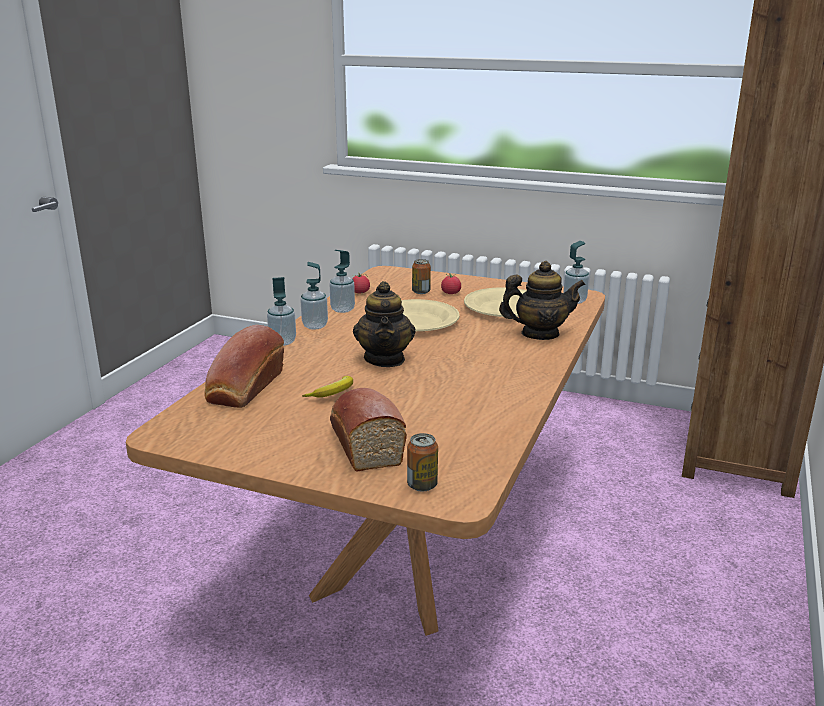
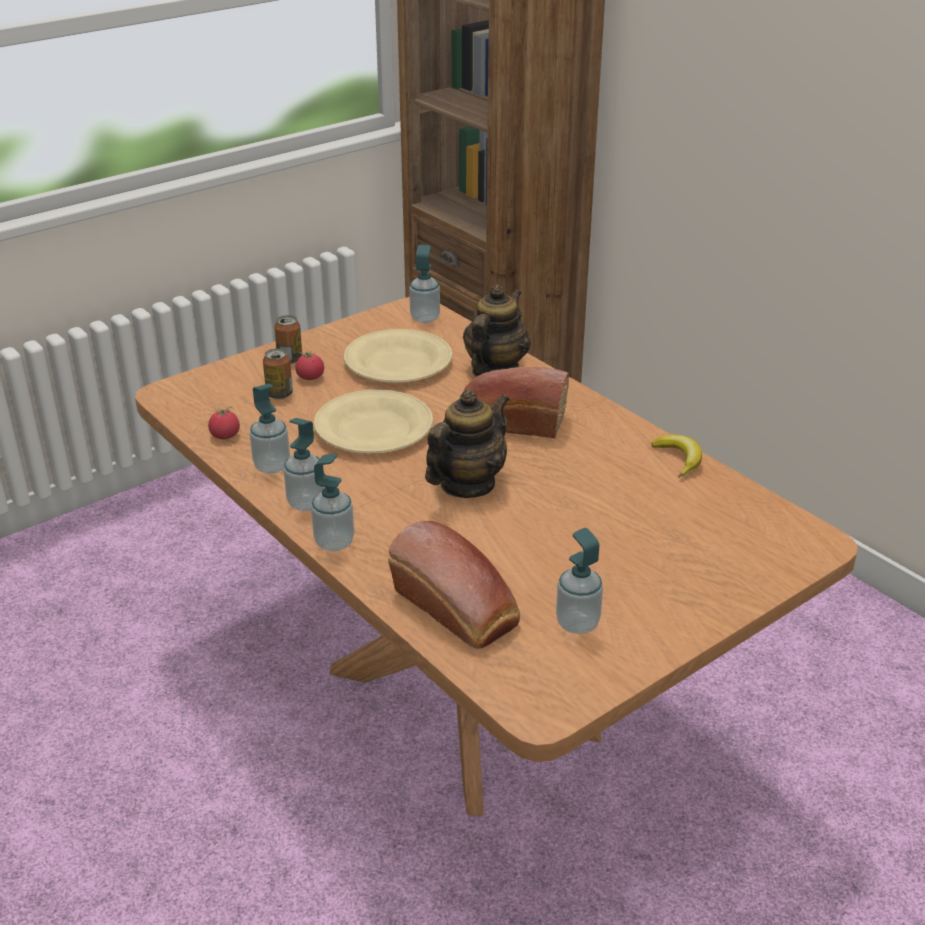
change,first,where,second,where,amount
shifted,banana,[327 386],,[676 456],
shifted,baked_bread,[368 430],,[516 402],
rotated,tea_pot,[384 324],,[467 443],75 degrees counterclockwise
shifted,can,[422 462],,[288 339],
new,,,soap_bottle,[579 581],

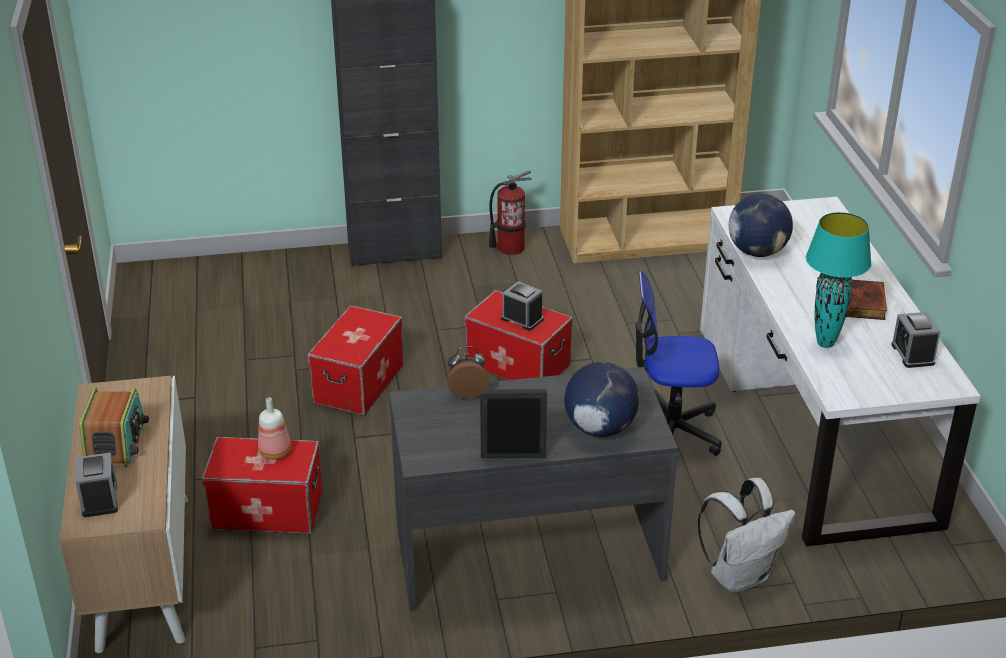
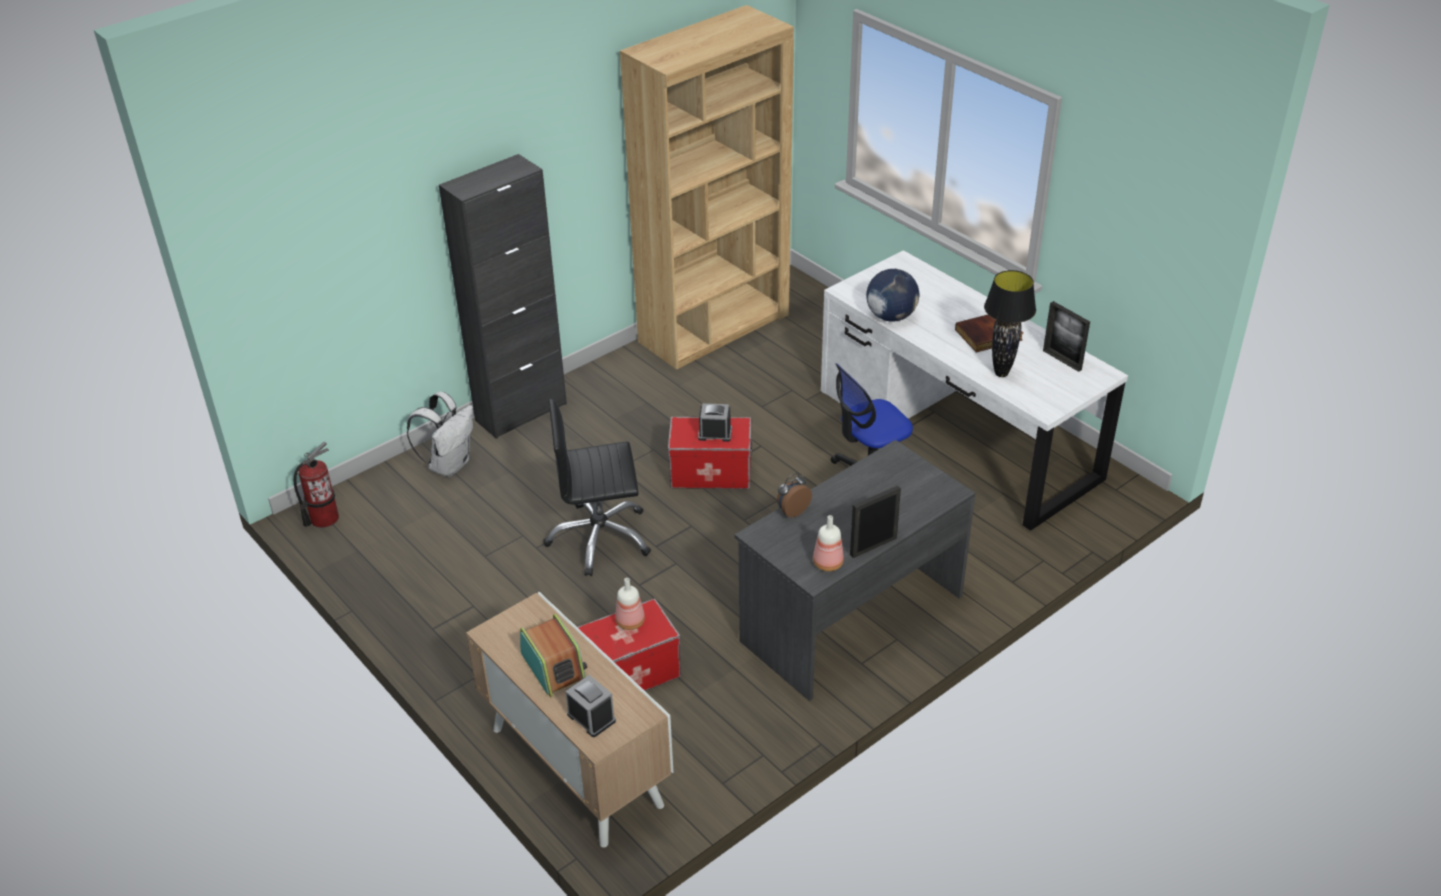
change,first,where,second,where,amount
swapped,storage_container,[355 360],black_office_chair,[597 487],
shifted,fire_extinguisher,[510 212],,[316 485],
gone,desk_globe,[601 399],,,
shifted,white-coloured_knapsack,[746 535],,[440 434],
repainted,turquoise_lamp_for_a_table,[839 280],black_lamp_for_a_table,[1010 323],
swapped,alarm_clock,[916 340],picture_frame,[1066 336],
new,,,beverage_bottle,[828 543],

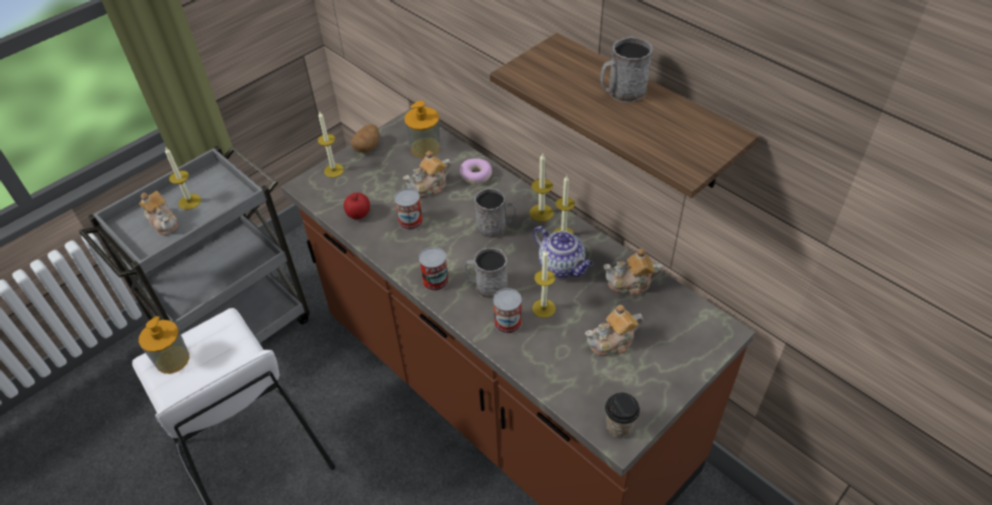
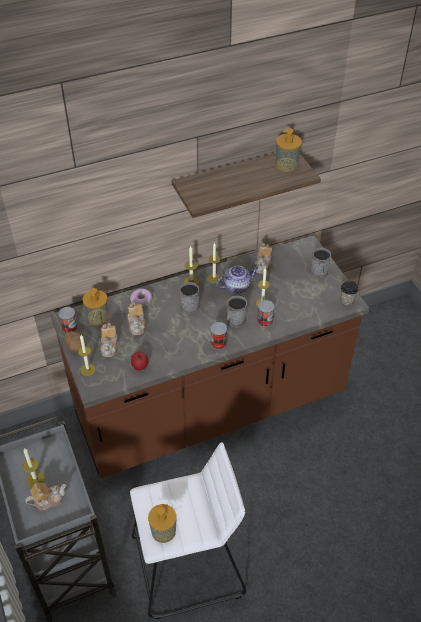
change,first,where,second,where,amount
shifted,can,[408 209],,[68 320],
shifted,tea_pot,[614 330],,[110 340],
shifted,gray_coffee_mug,[626 69],,[320 263],
new,,,soap_bottle,[289 150],

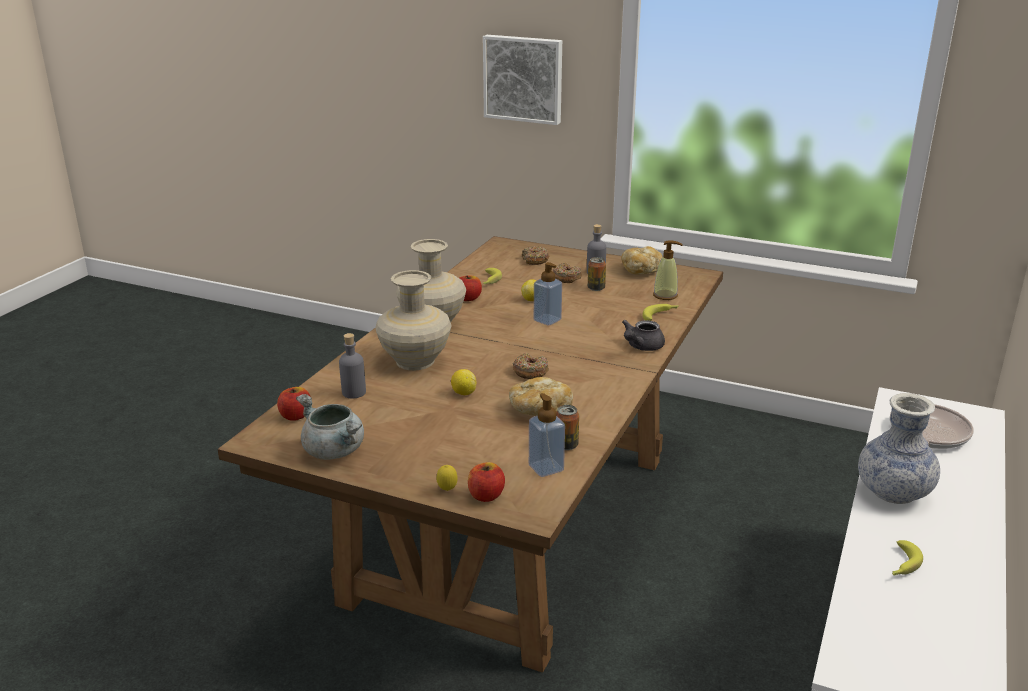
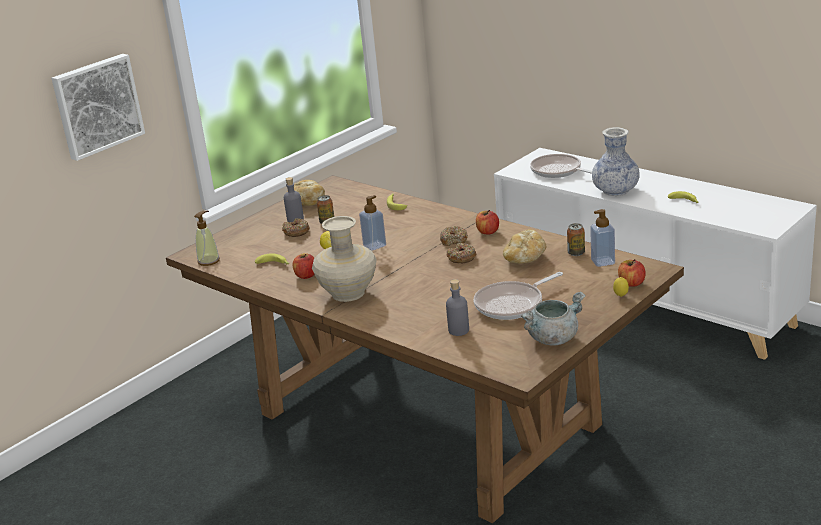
change,first,where,second,where,amount
shifted,apple_fruit,[294 404],,[487 222],
gone,beige_flower_vase,[413 320],,,
gone,whole_lemon,[464 382],,,
shifted,doughnut,[536 255],,[454 236],
gone,gray_tea_pot,[643 335],,,
shifted,soap_bottle,[668 270],,[207 238],
new,,,pan,[518 296],

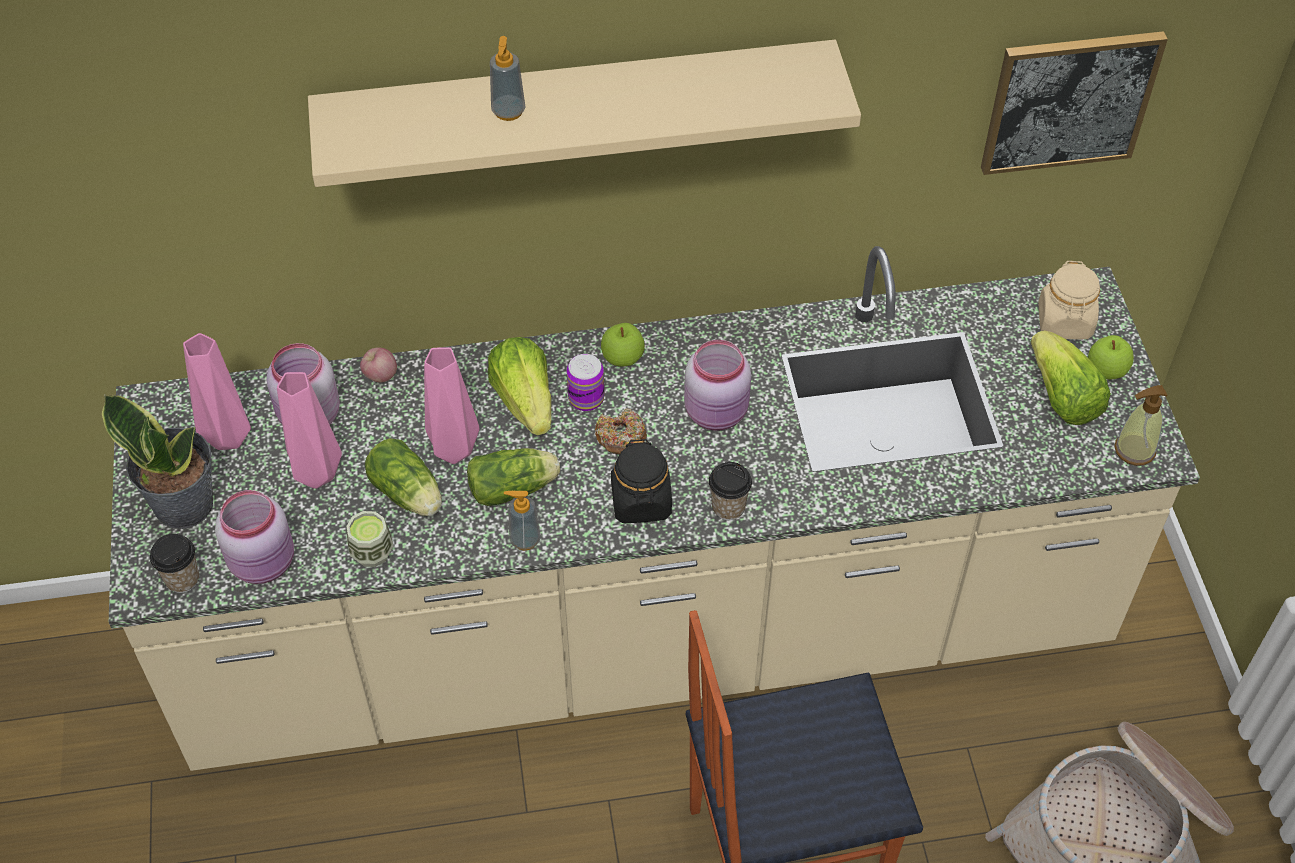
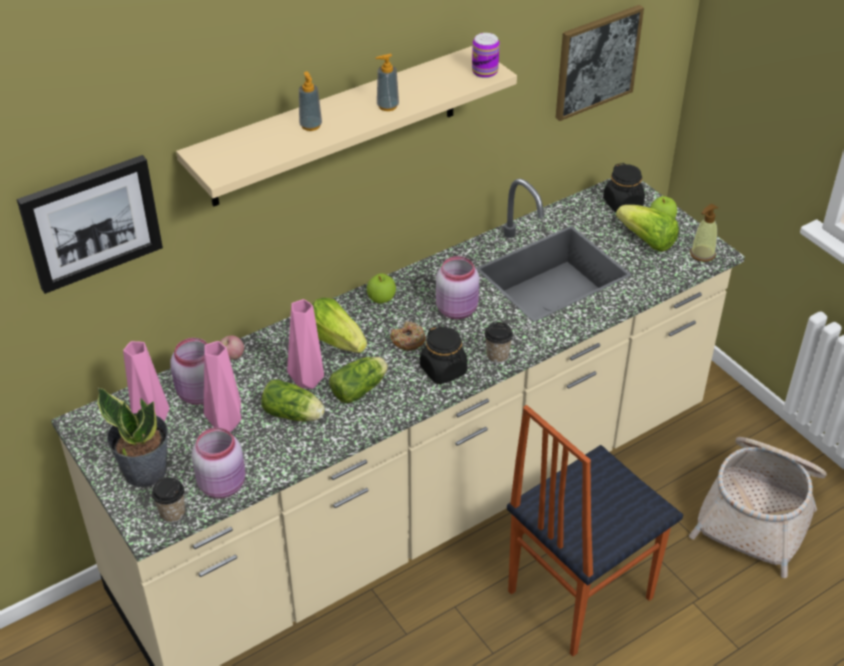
change,first,where,second,where,amount
gone,drinking_cup,[370 539],,,
shifted,soap_bottle,[522 521],,[387 82],
shifted,can,[585 382],,[486 55],
repainted,beige_storage_jar,[1069 300],black_storage_jar,[624 187],
new,,,wall_art,[90 224],

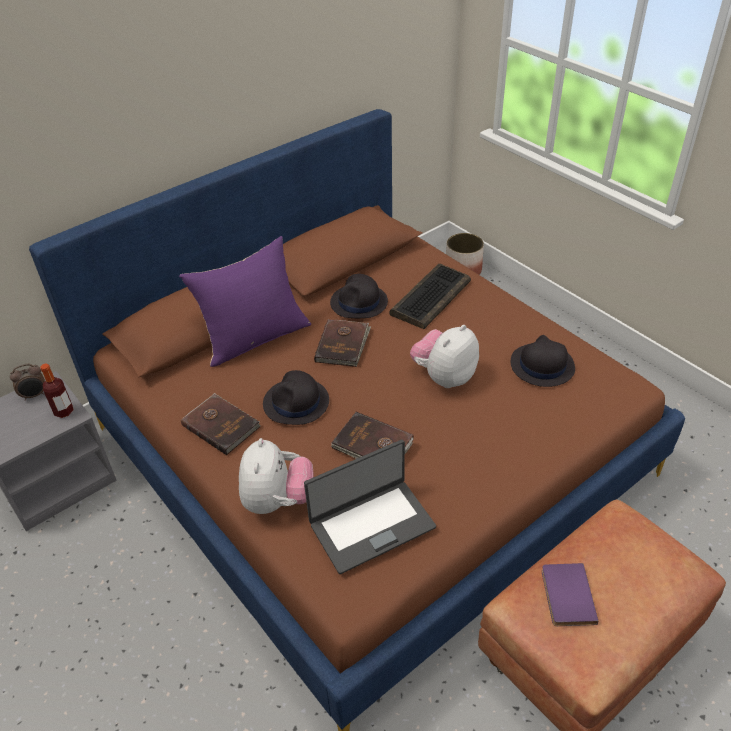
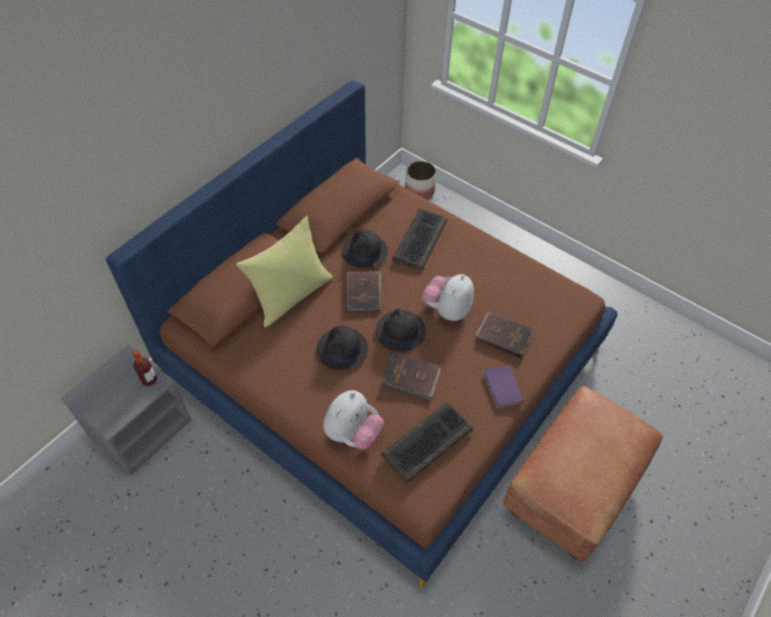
change,first,where,second,where,amount
gone,alarm_clock,[27 382],,,
repainted,purple_pillow,[245 301],yellow_pillow,[284 271],
shifted,brownish_book,[221 424],,[505 335],
rotated,plush_toy,[276 476],,[353 419],45 degrees clockwise
swapped,portable_computer,[370 507],keyboard,[427 443],
shifted,black_clothing_hat,[543 361],,[401 330],
shifted,purple_book,[570 594],,[503 386],

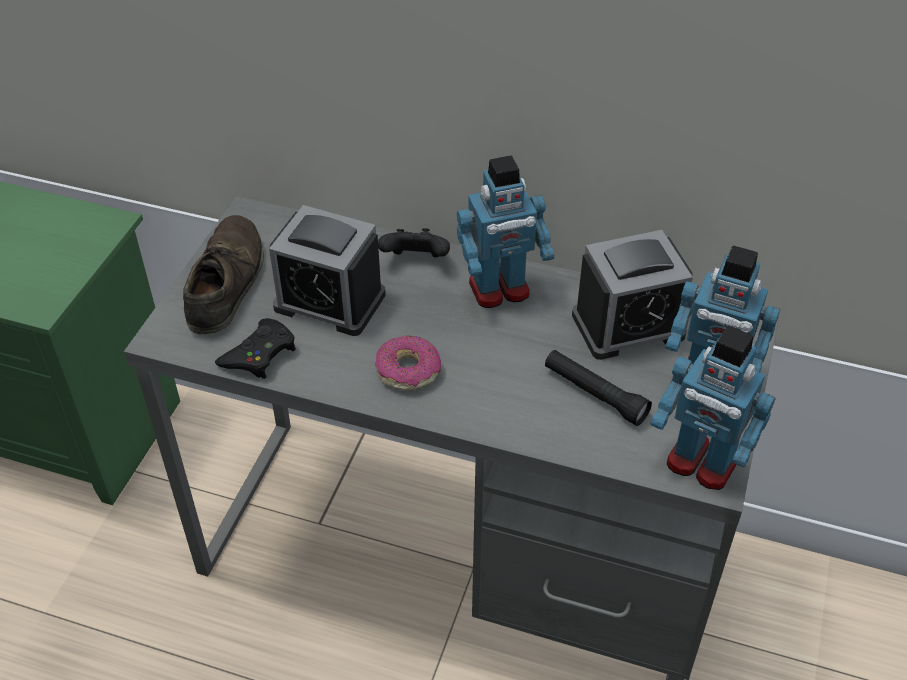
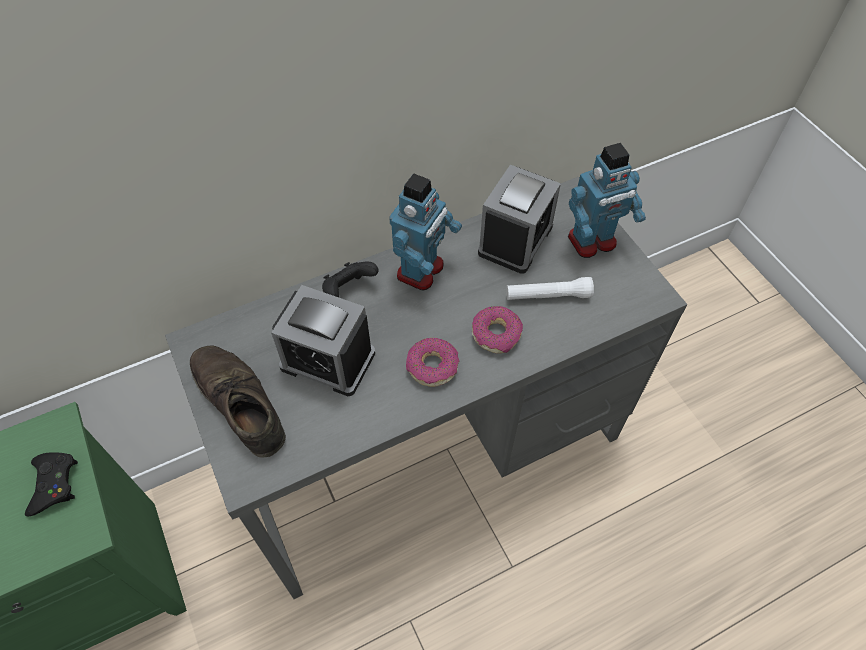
change,first,where,second,where,amount
shifted,black_game_controller,[255 348],,[51 484],
rotated,alarm_clock,[327 270],,[323 340],45 degrees clockwise
repainted,black_hand_torch,[598 388],white-coloured_hand_torch,[550 288],
gone,toy_robot,[712 408],,,
new,,,doughnut,[497 329],

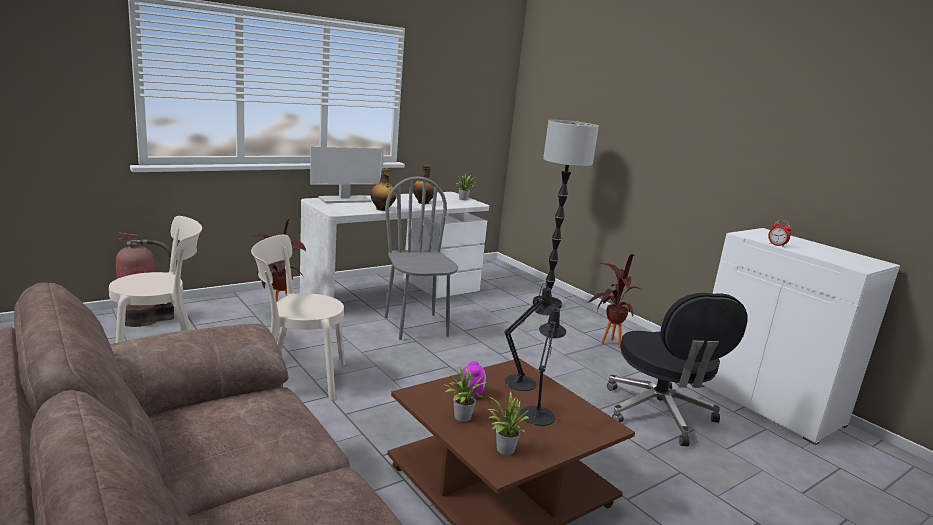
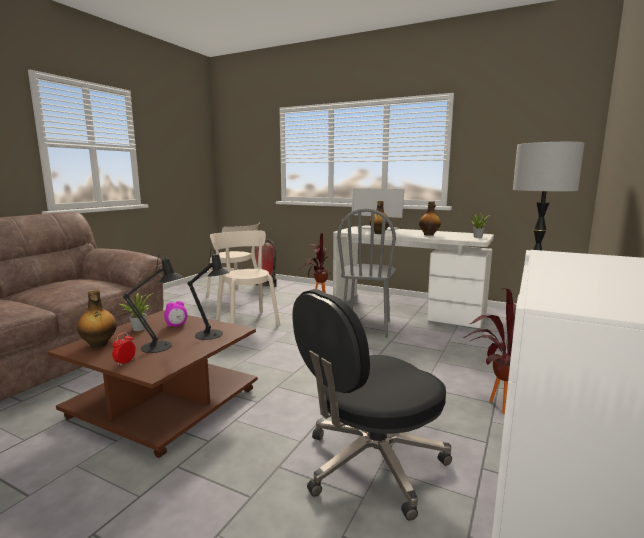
change,first,where,second,where,amount
rotated,gray_chair,[421 258],,[366 273],150 degrees clockwise
swapped,plant_in_a_pot,[508 423],beverage_bottle,[97 319],
shifted,alarm_clock,[779 233],,[124 349],

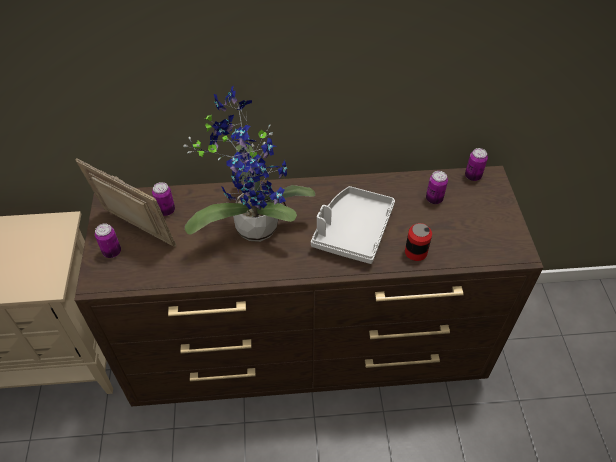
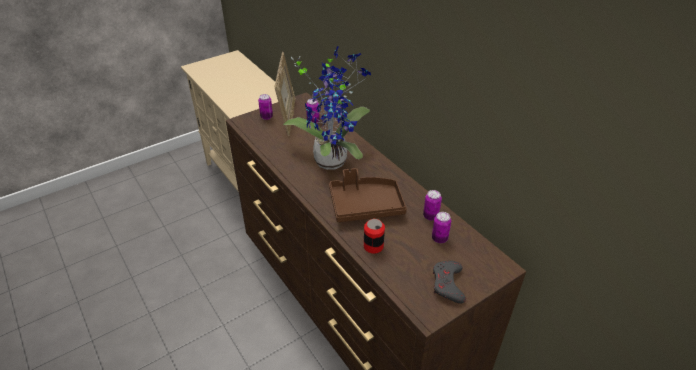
change,first,where,second,where,amount
repainted,gray_serving_tray,[353 225],brownish_serving_tray,[368 195],
shifted,can,[476 164],,[432 205],
new,,,gray_game_controller,[449 282],

